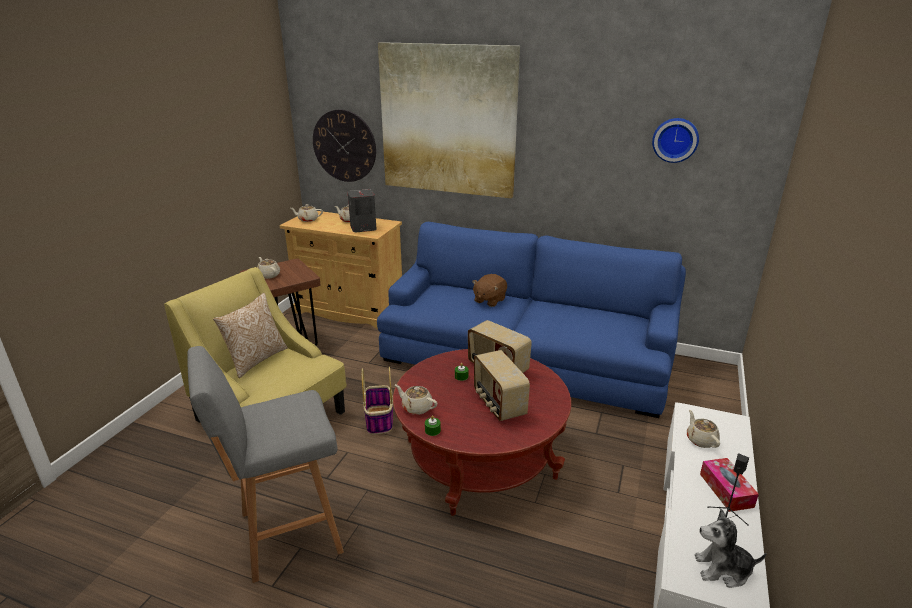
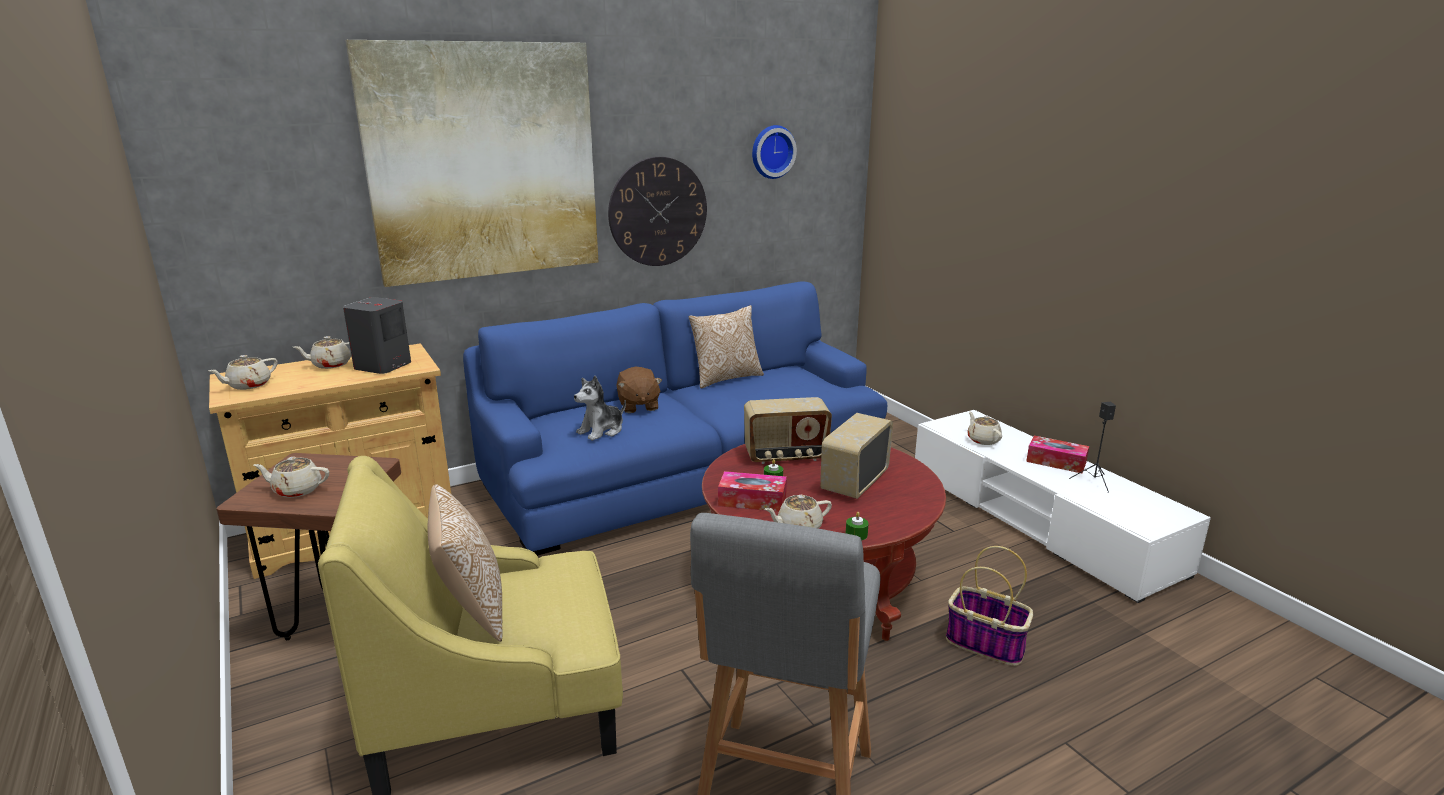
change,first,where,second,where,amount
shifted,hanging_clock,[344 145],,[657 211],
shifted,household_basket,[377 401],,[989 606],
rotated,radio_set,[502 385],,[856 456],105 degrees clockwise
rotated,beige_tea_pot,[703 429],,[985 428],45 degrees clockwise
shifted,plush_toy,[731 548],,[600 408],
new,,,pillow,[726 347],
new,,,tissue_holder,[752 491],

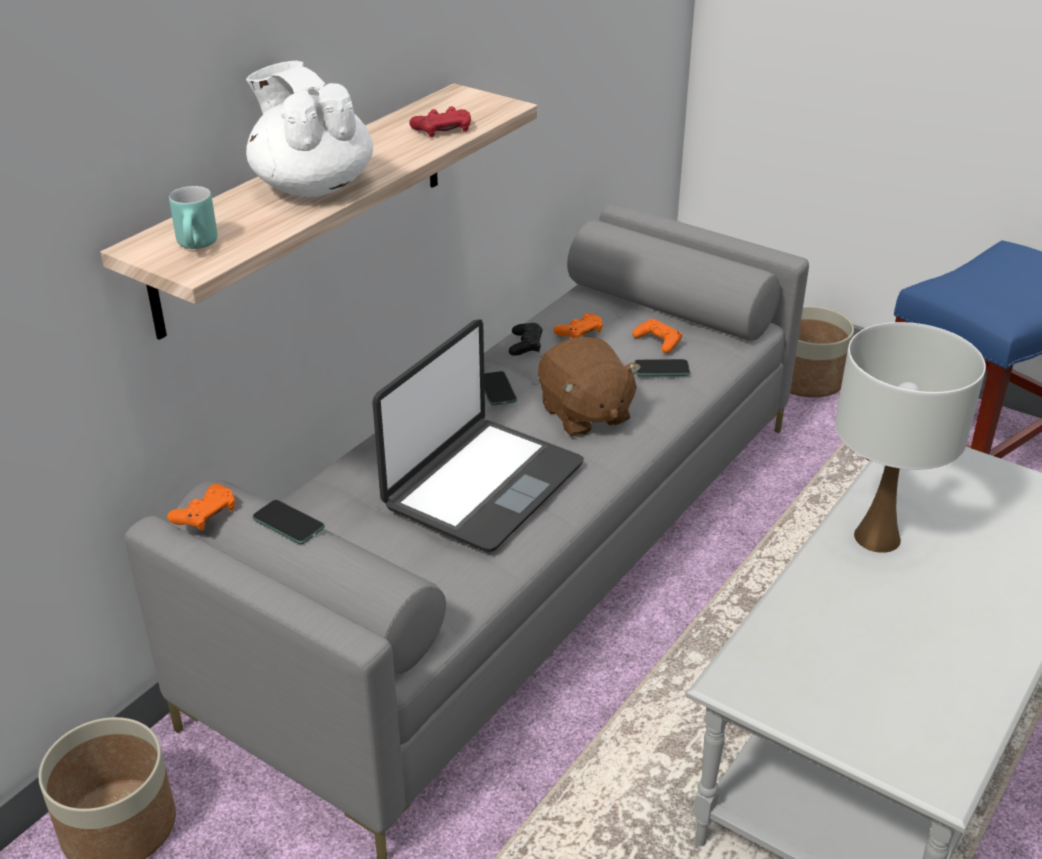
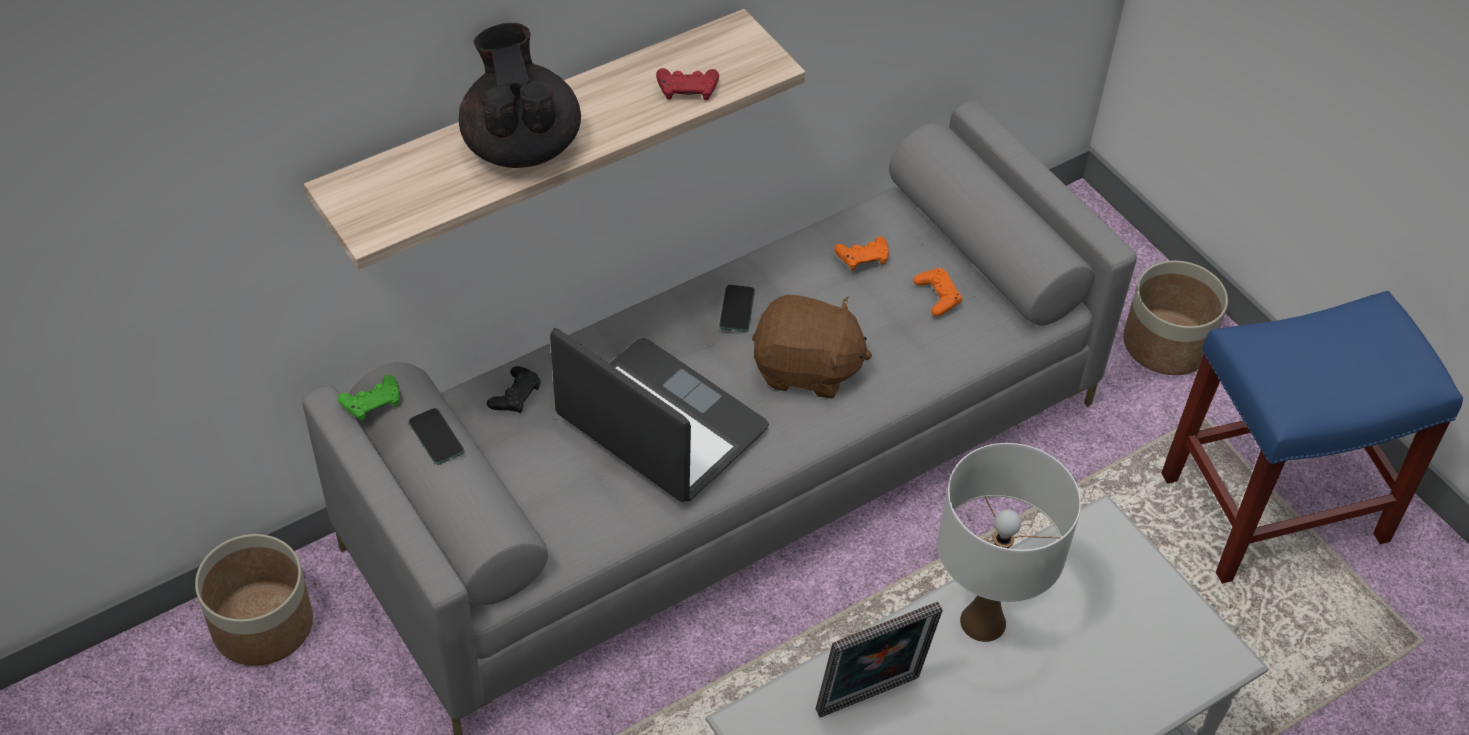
change,first,where,second,where,amount
repainted,orangey_game_controller,[201 507],green_game_controller,[369 398],
gone,turquoise_coffee_mug,[193 217],,,
repainted,white-coloured_tea_pot,[309 129],black_tea_pot,[520 95],
rotated,portable_computer,[478 435],,[659 415],105 degrees counterclockwise
shifted,black_game_controller,[526 339],,[514 389],
rotated,brownish_plush_toy,[589 387],,[812 347],75 degrees counterclockwise
gone,handset,[662 367],,,
new,,,picture_frame,[879 659],

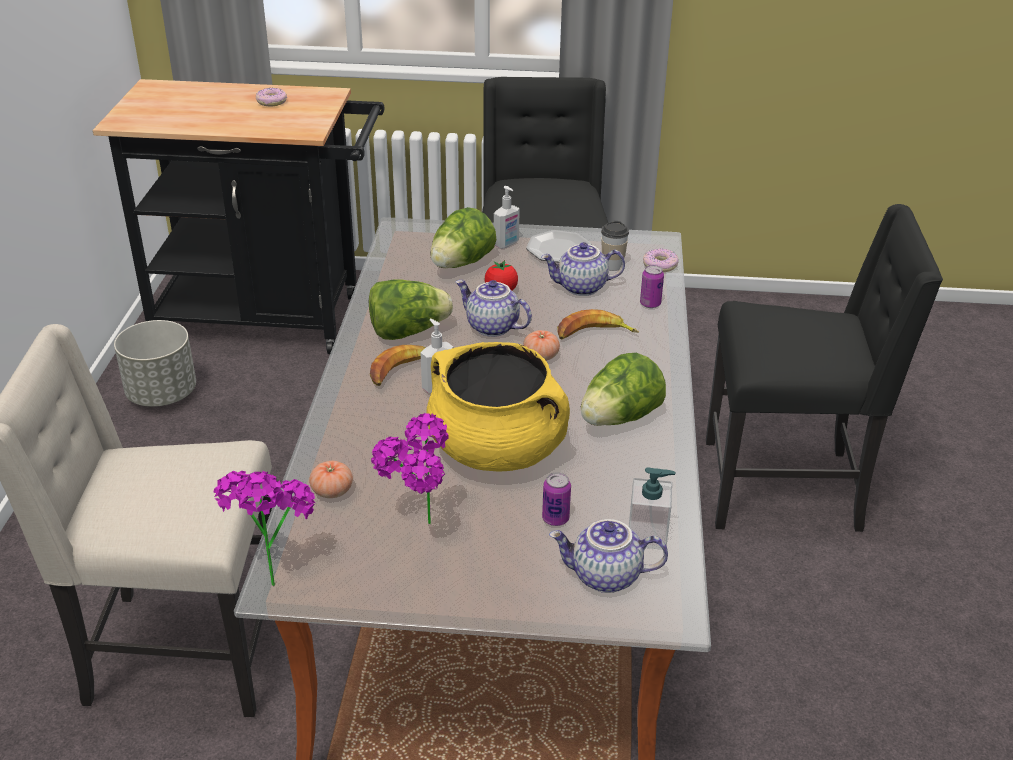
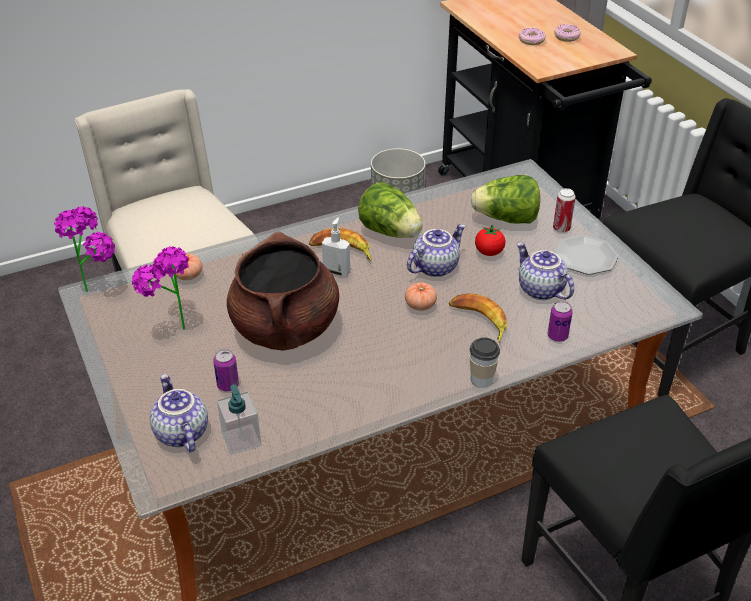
change,first,where,second,where,amount
repainted,yellow_saucepot,[498 407],brownish_saucepot,[283 291],
rotated,tea_pot,[494 308],,[436 250],45 degrees clockwise
swapped,soap_bottle,[507 217],can,[564 210],
gone,lettuce_head,[623 389],,,
shifted,drinking_cup,[615 246],,[485 362],
shifted,doughnut,[661 260],,[532 36],

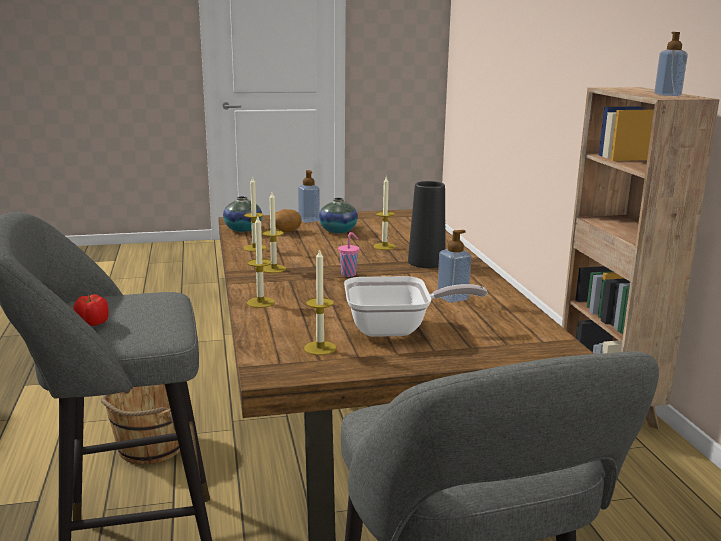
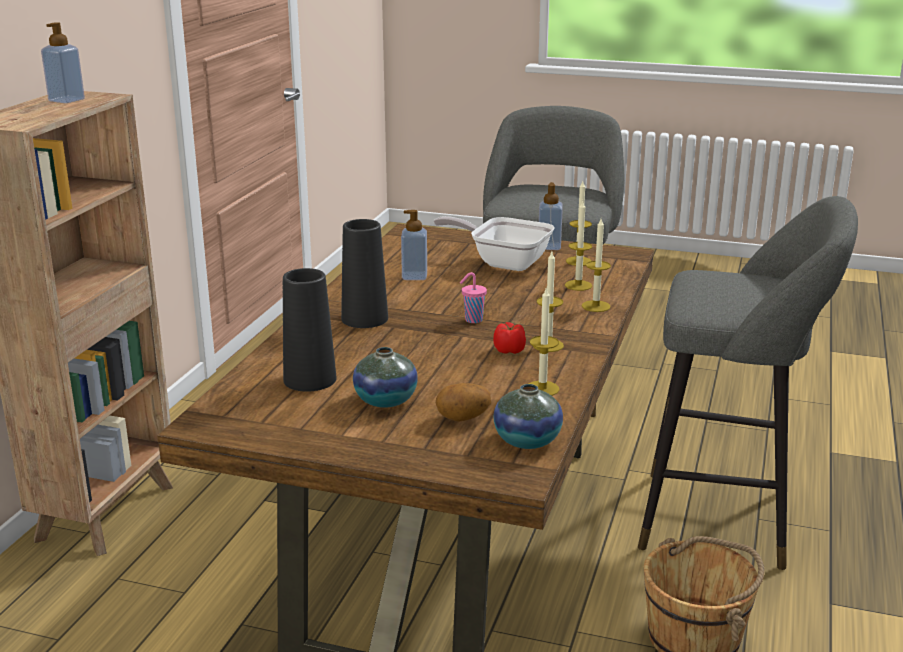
change,first,where,second,where,amount
shifted,tomato,[91 310],,[509 338],
shifted,soap_bottle,[309 196],,[551 216],
shifted,wax_light,[384 213],,[578 246],
new,,,black_flower_vase,[310 330],

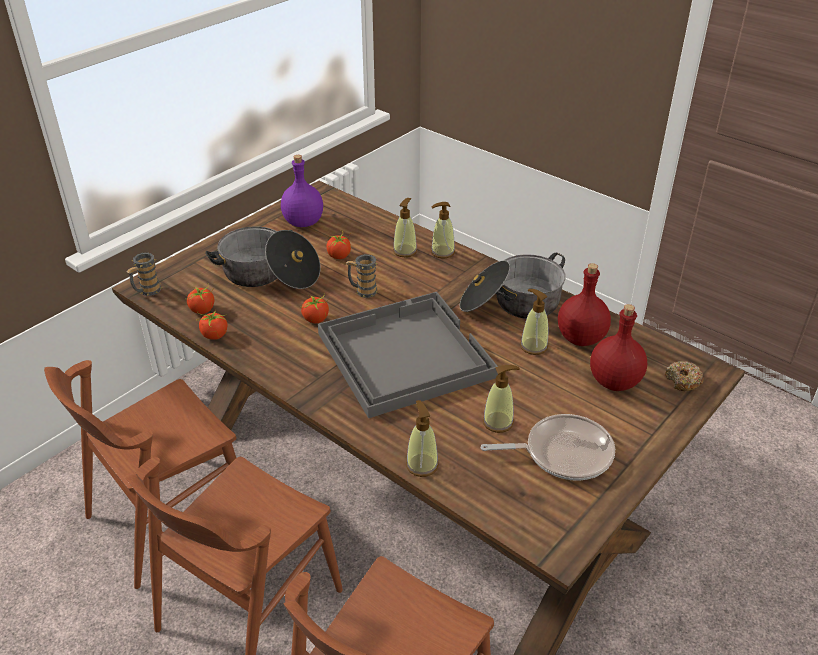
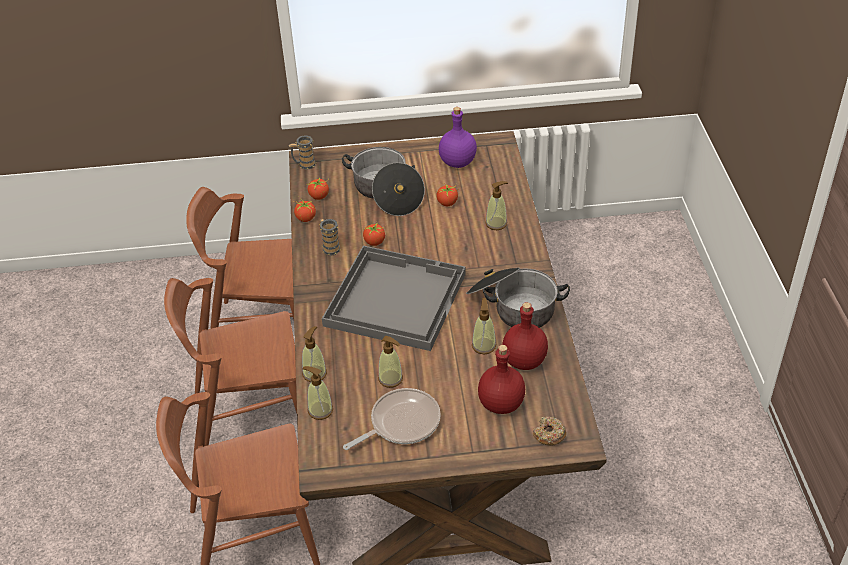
change,first,where,second,where,amount
shifted,coffee_mug,[362 276],,[330 237],
shifted,soap_bottle,[443 230],,[317 393],
rotated,pan,[548 447],,[392 419],75 degrees counterclockwise

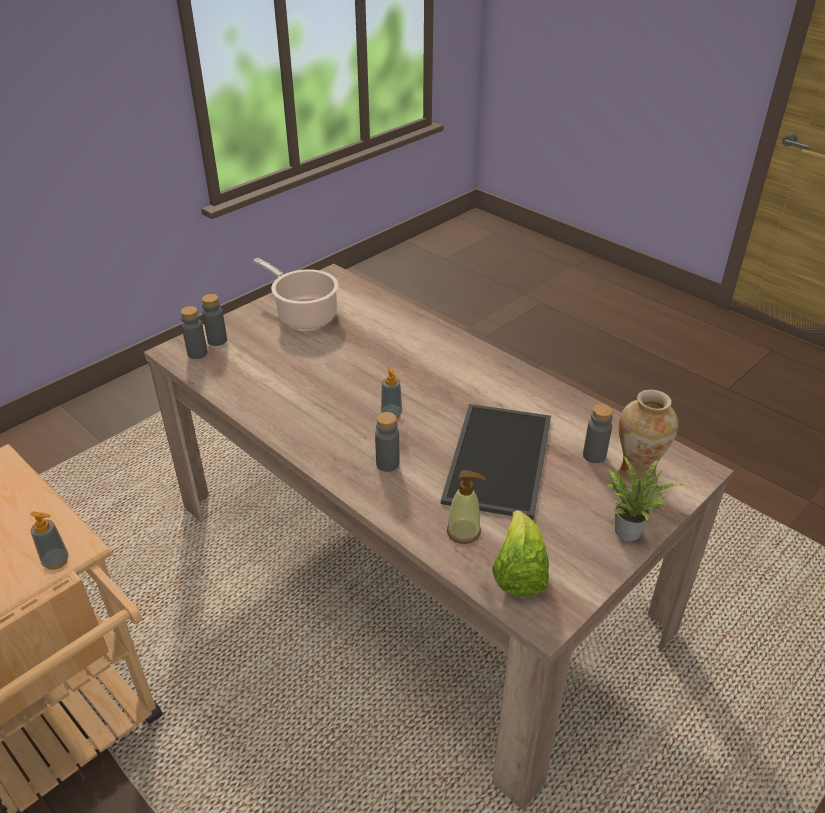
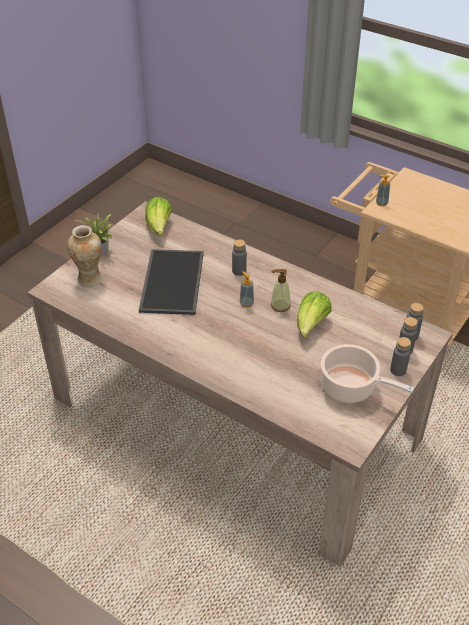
change,first,where,second,where,amount
shifted,soap_bottle,[466 507],,[281 290],
shifted,gray_beverage_bottle,[598 433],,[400 356],
new,,,lettuce_head,[314 314],

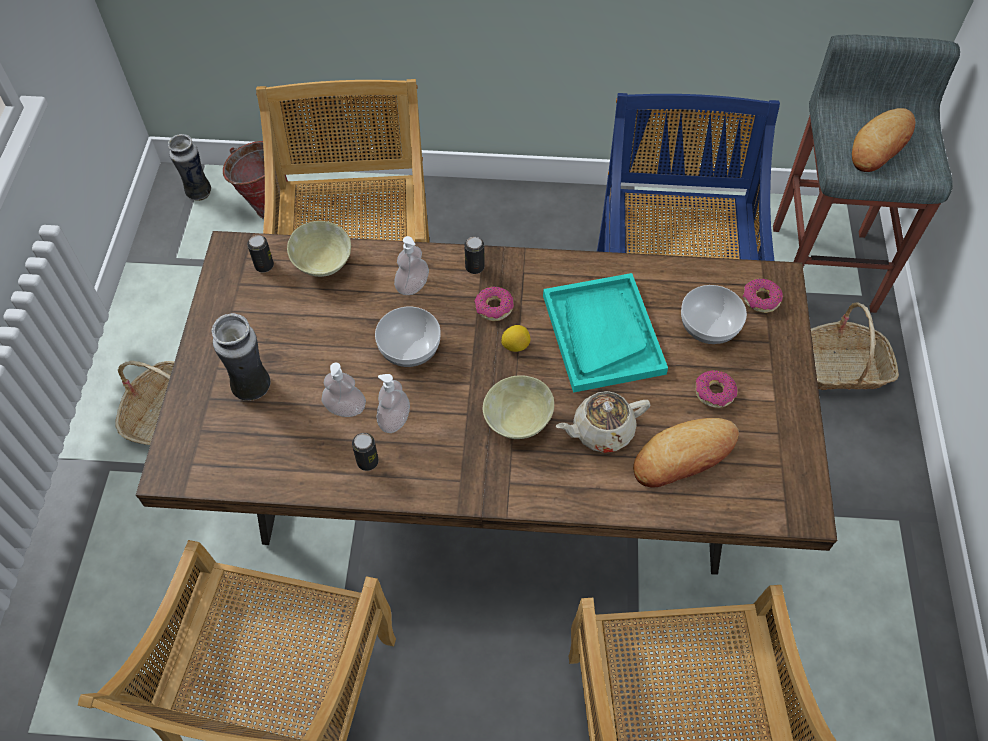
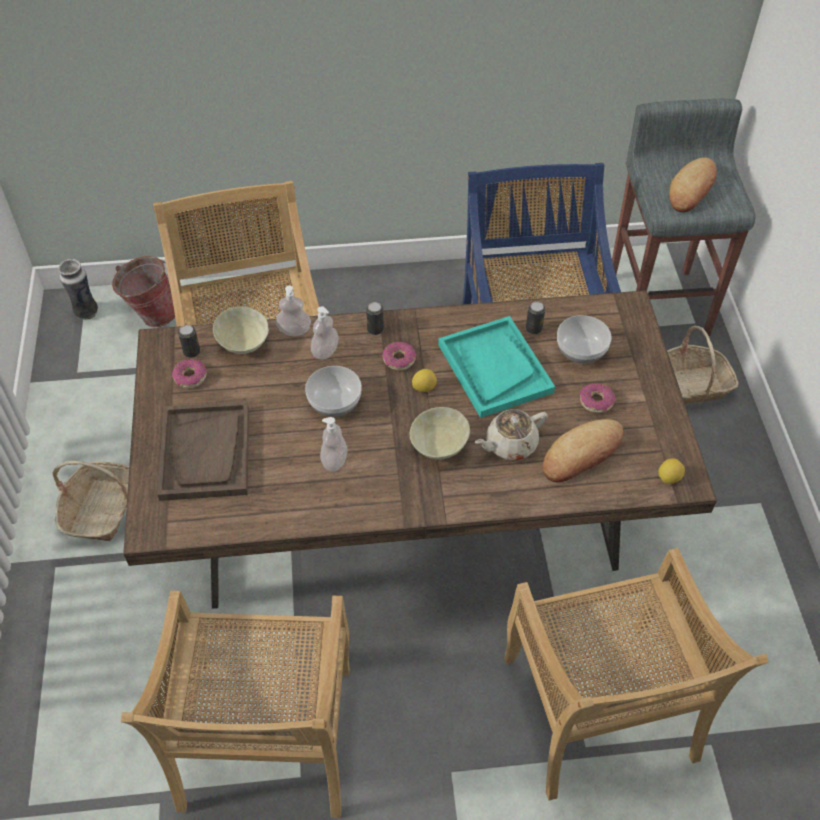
change,first,where,second,where,amount
swapped,flower_vase,[241 357],brownish_serving_tray,[203 451],
shifted,soap_bottle,[343 390],,[293 310],
shifted,can,[365 452],,[535 317],
shifted,doughnut,[763 296],,[189 373],
new,,,whole_lemon,[671 471],

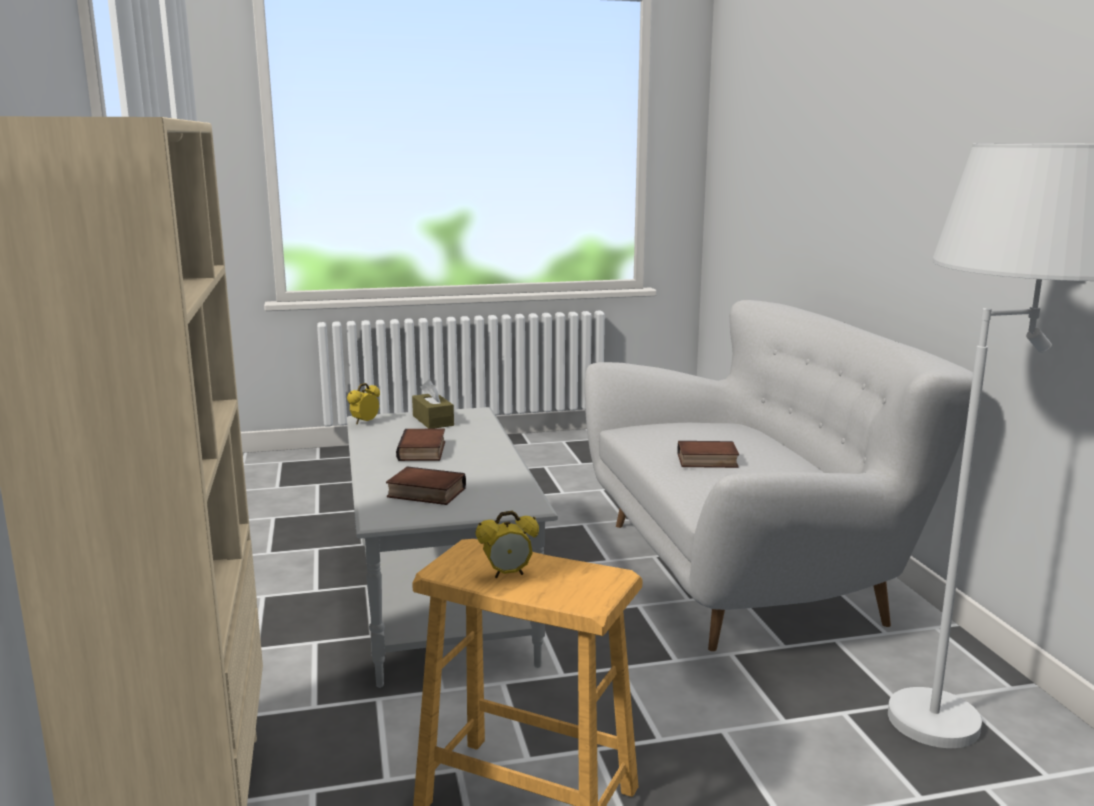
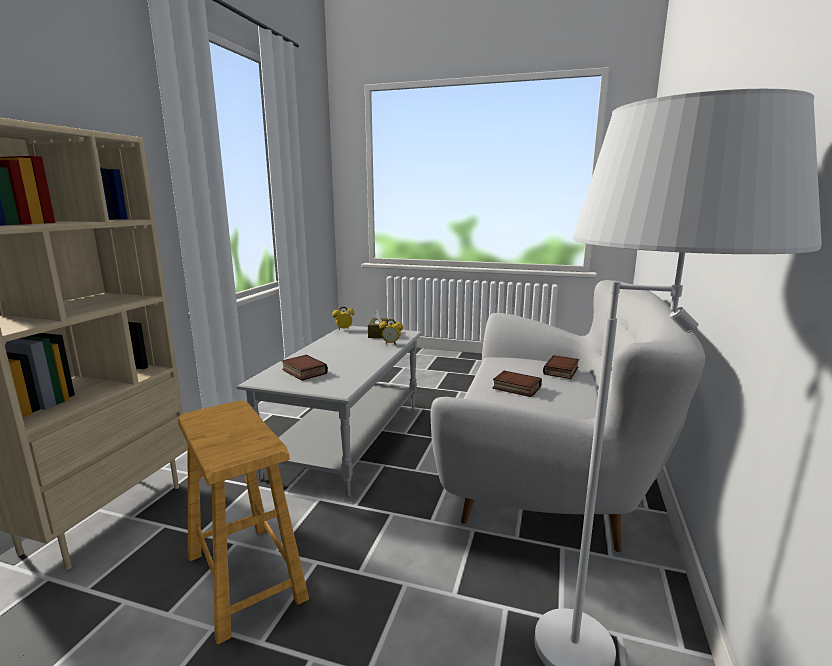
change,first,where,second,where,amount
shifted,book,[420 445],,[561 367],
shifted,alarm_clock,[507 544],,[391 332],

